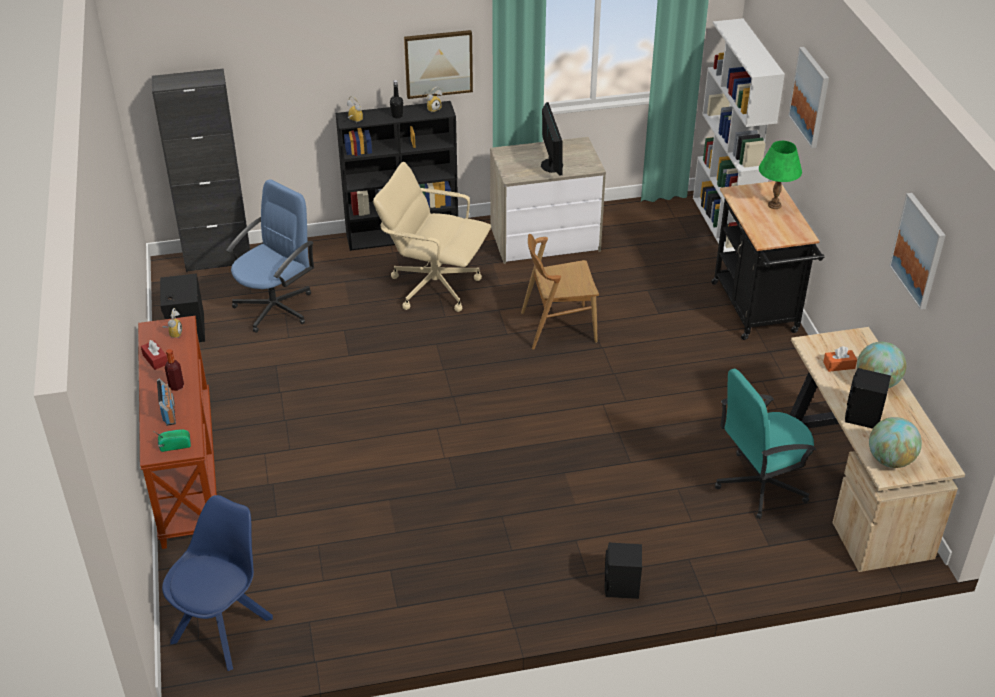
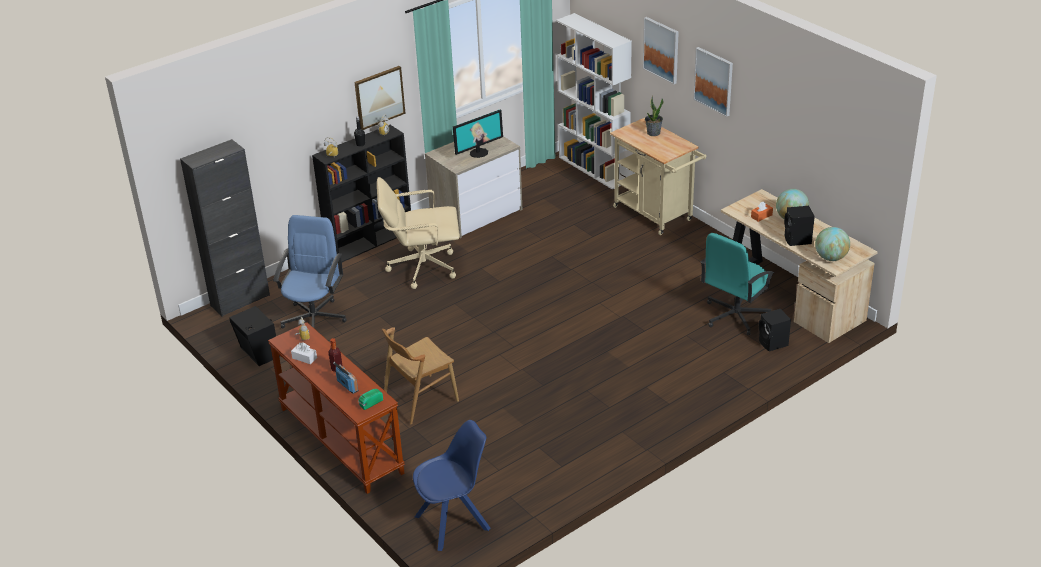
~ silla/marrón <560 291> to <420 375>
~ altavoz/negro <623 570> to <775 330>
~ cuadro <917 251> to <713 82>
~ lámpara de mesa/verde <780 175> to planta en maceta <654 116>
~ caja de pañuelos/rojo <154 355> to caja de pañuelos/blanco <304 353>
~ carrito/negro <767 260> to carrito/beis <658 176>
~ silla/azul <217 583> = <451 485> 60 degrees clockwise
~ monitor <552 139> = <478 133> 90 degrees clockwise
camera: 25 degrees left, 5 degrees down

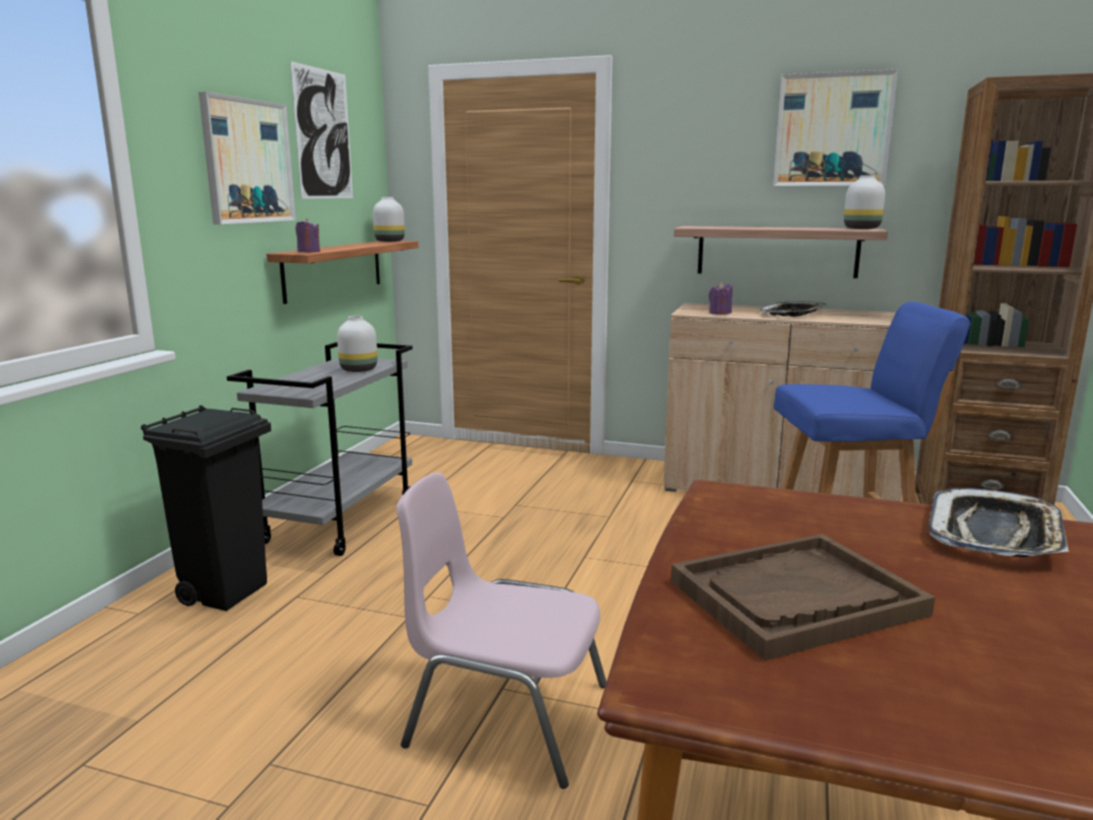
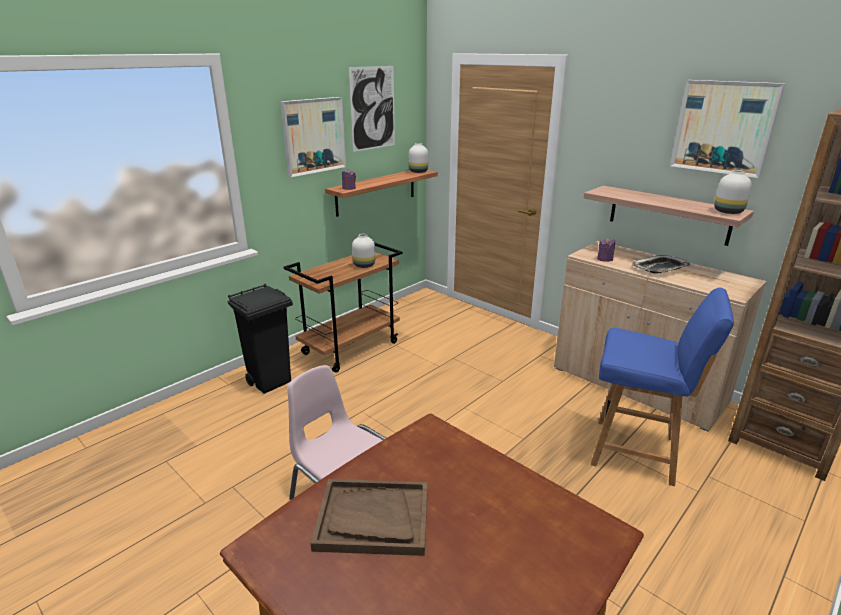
- bandeja <998 522>
~ carrito/gris <320 449> to carrito/marrón <342 307>
camera: 25 degrees right, 10 degrees up

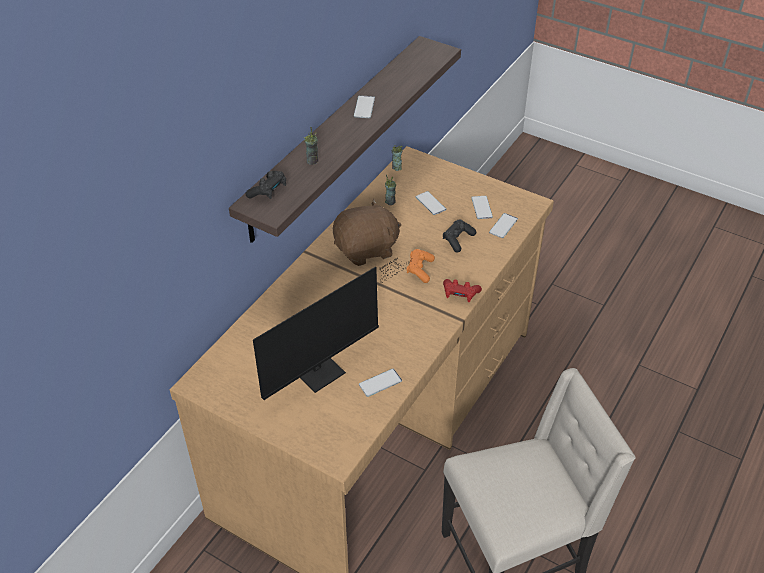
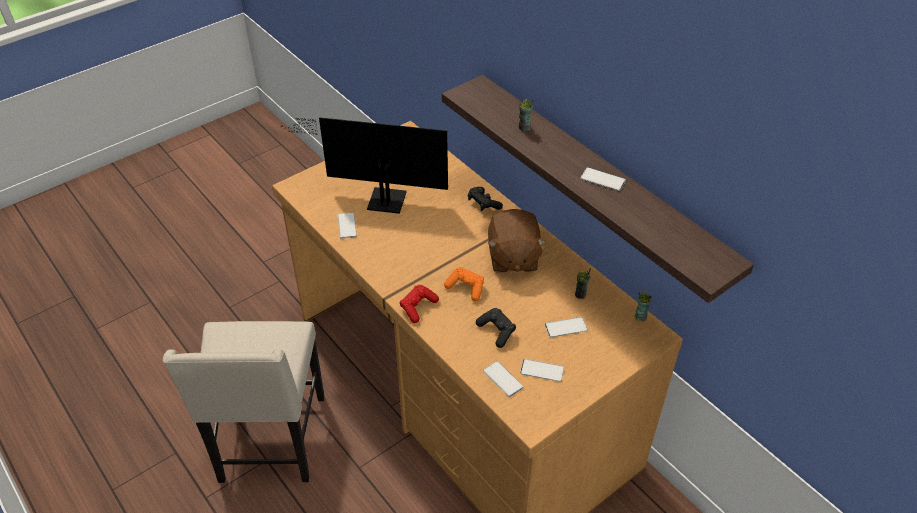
~ mando de consola/negro <266 185> to <485 199>
~ monitor <333 329> = <365 165> 120 degrees clockwise
camera: 110 degrees right, 0 degrees up

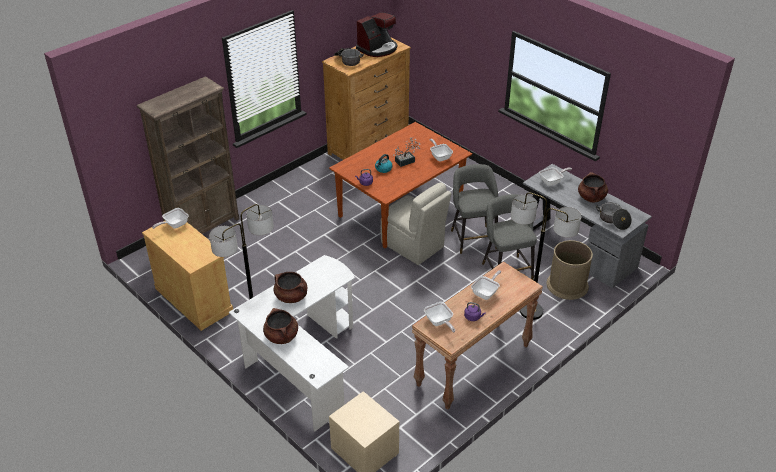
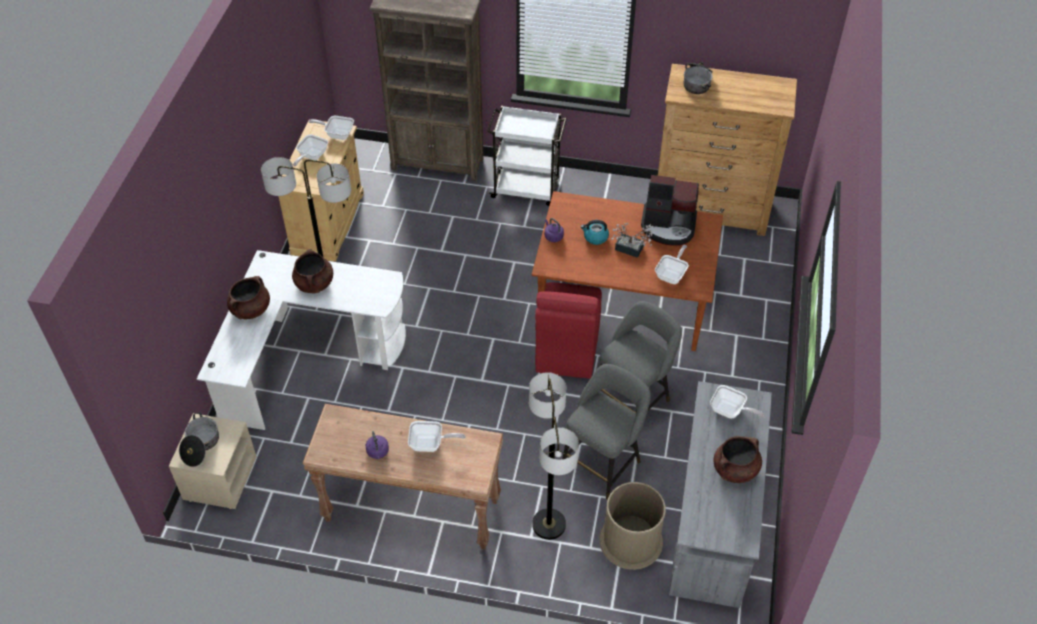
+ carrito/blanco <527 156>
~ cafetera <376 34> to <670 210>
~ sartén <439 317> to <310 150>
~ olla <614 216> to <199 439>
~ silla/beis <416 223> to silla/rojo <568 330>
camera: 55 degrees right, 10 degrees up

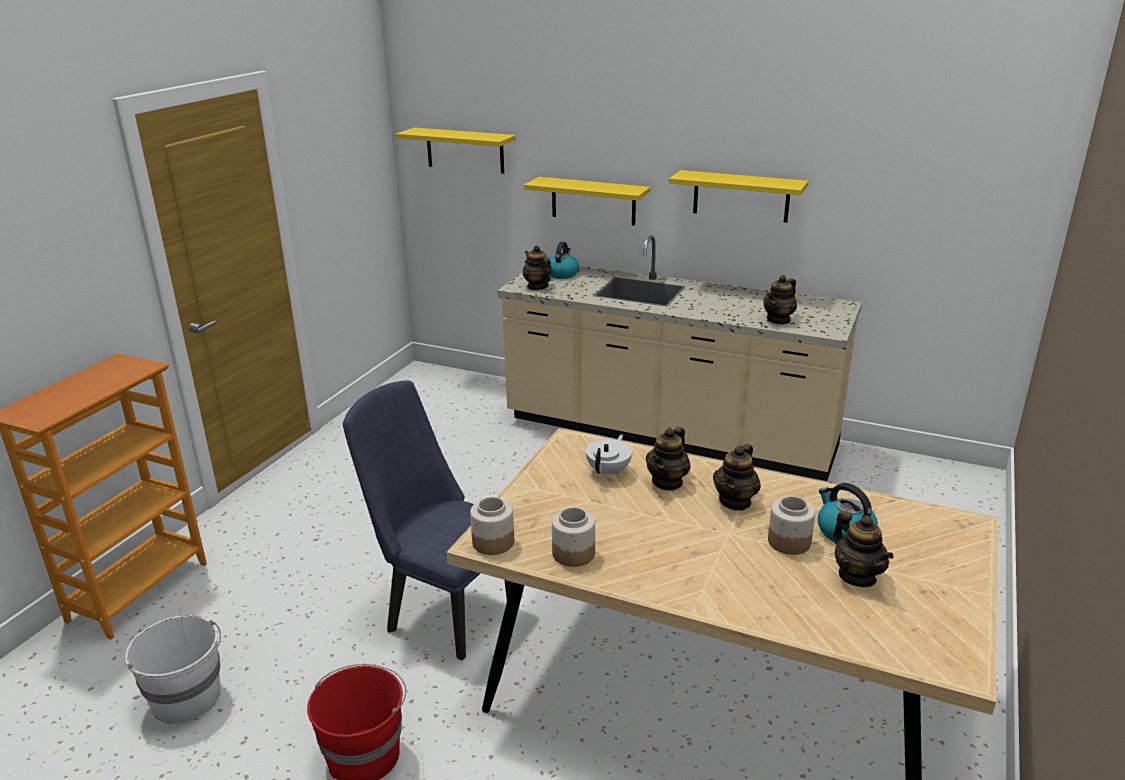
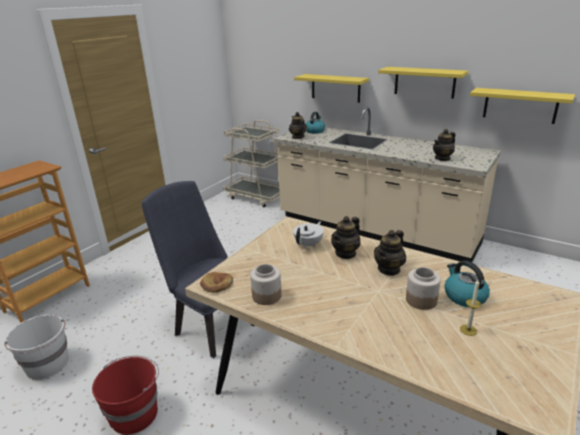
+ carrito/beis <251 164>
~ estante/amarillo <456 151> to <522 106>
~ tarro <492 526> to pan <216 282>
~ tetera <863 549> to vela <470 308>
camera: 10 degrees right, 0 degrees up

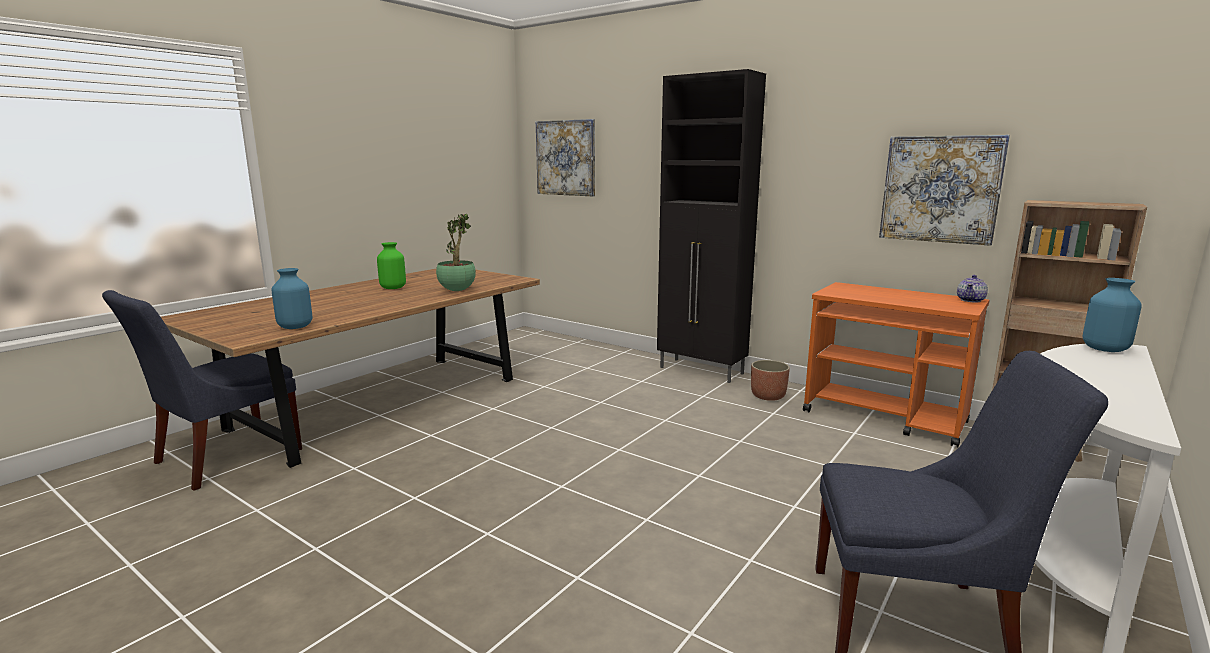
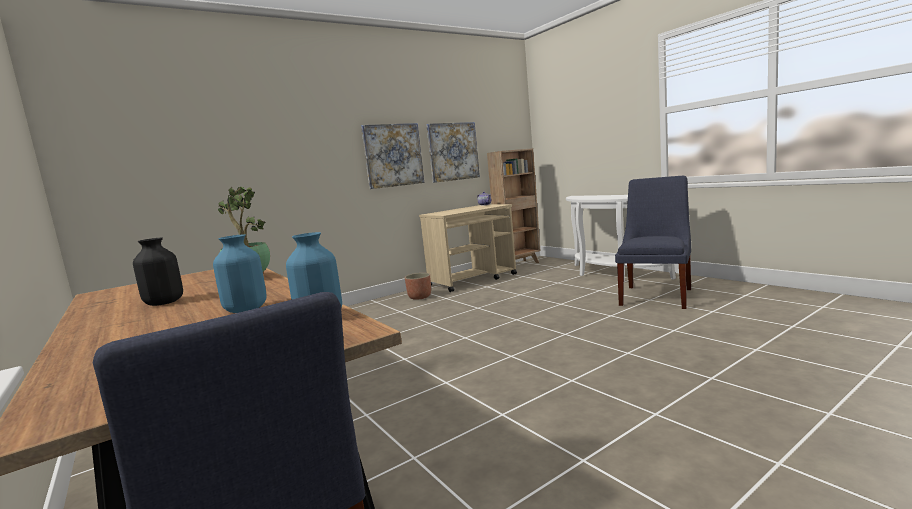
- armario/negro <711 226>
~ cuadro <565 157> to <392 156>
~ florero/azul <1112 315> to <240 273>
~ florero/verde <391 265> to florero/negro <158 272>
~ carrito/naranja <896 364> to carrito/beis <468 248>
camera: 70 degrees left, 5 degrees down

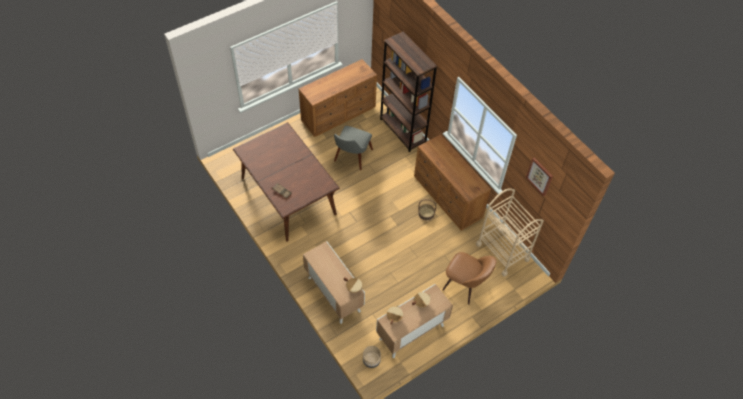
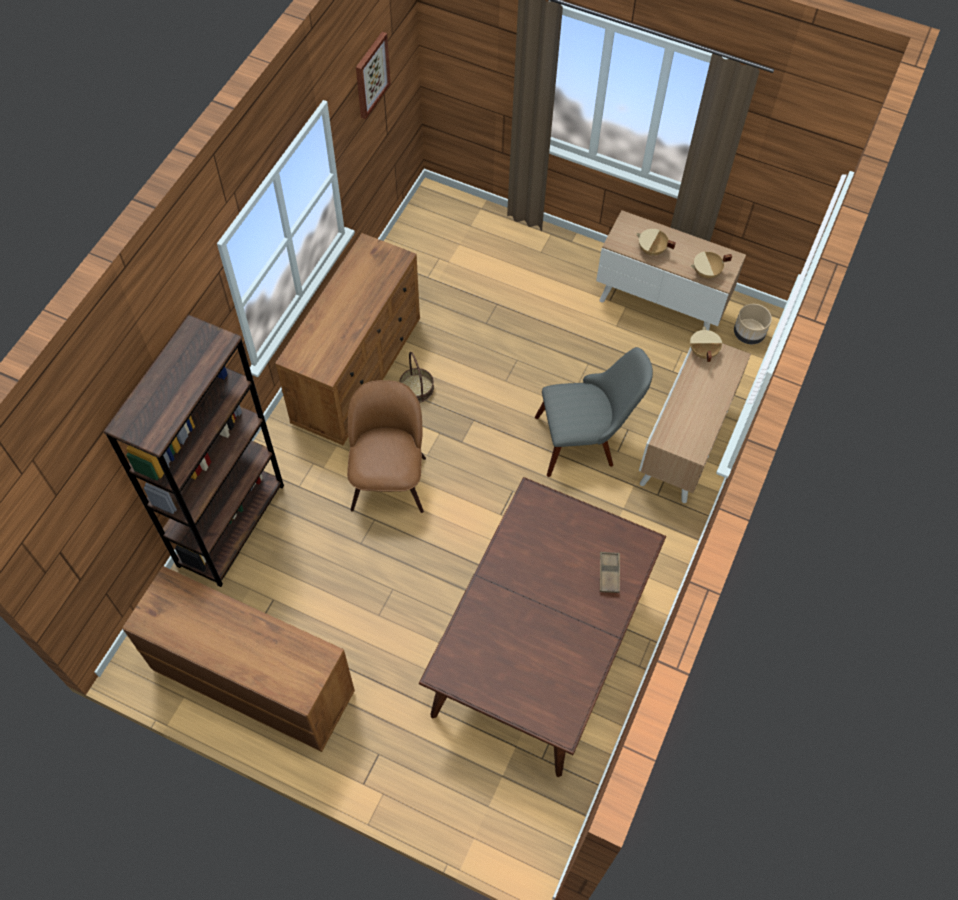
- carrito/beis <510 232>
~ silla/gris <353 148> to <594 412>
~ silla/marrón <469 278> to <386 446>
camera: 120 degrees left, 5 degrees up

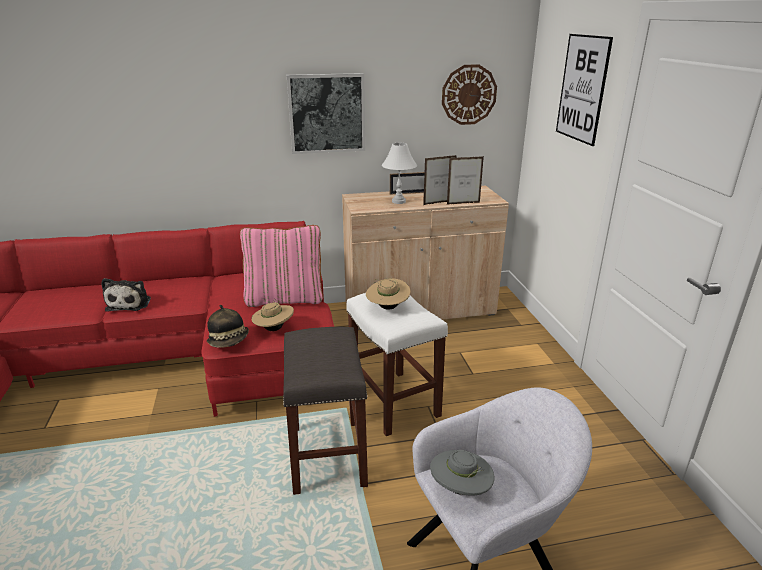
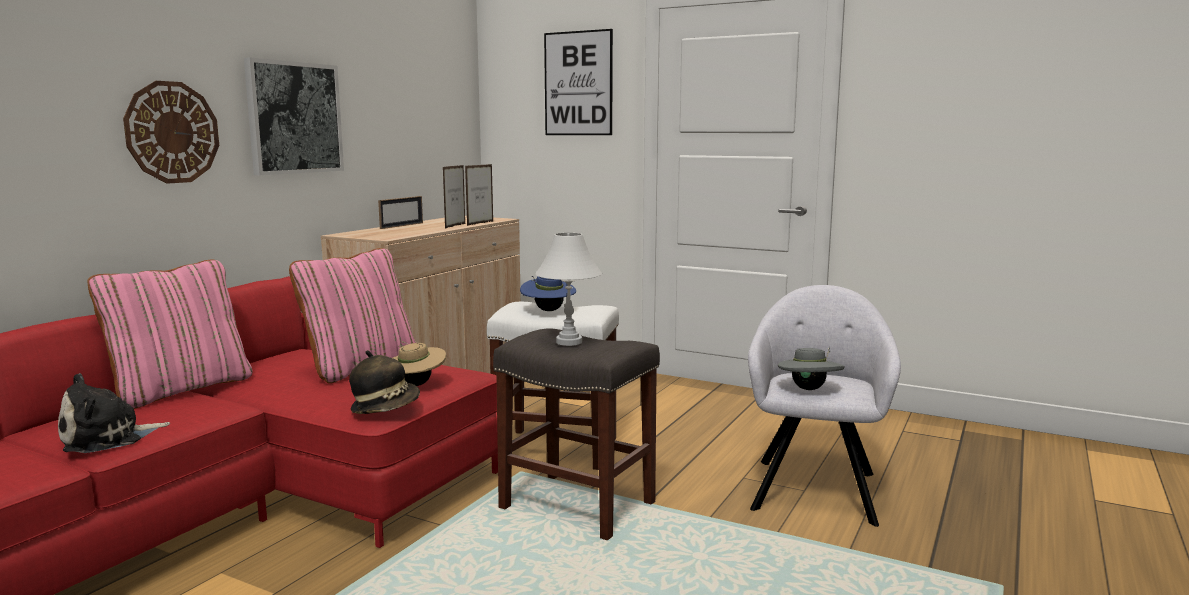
+ cojín/rosa <169 334>
~ lámpara de mesa/blanco <399 173> to <568 289>
~ reloj de pared <469 94> to <171 132>
~ sombrero/beis <388 294> to sombrero/azul <548 293>
~ peluche <126 295> = <114 413> 105 degrees clockwise
camera: 50 degrees left, 15 degrees down

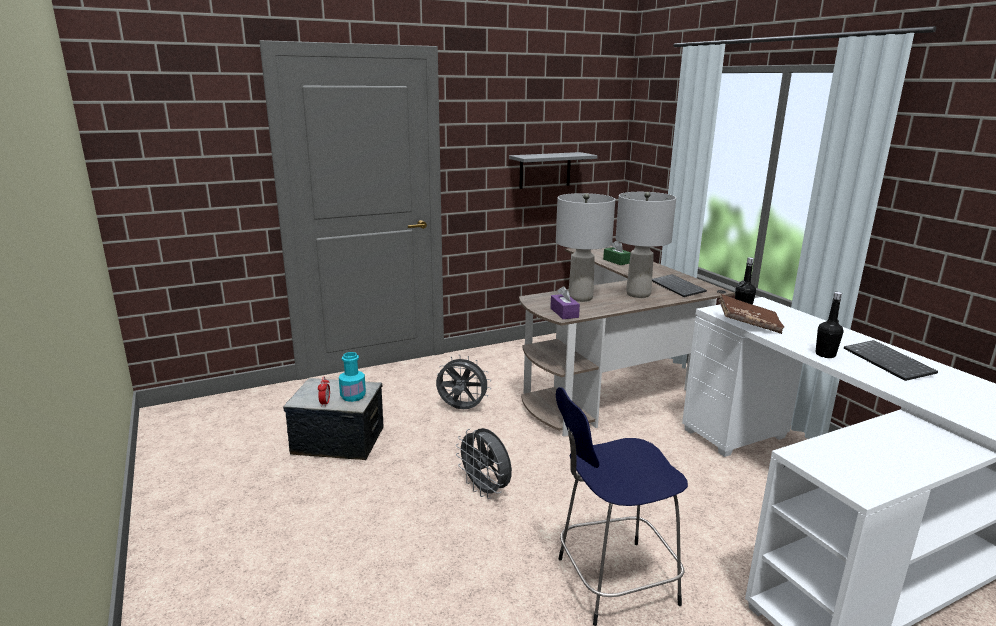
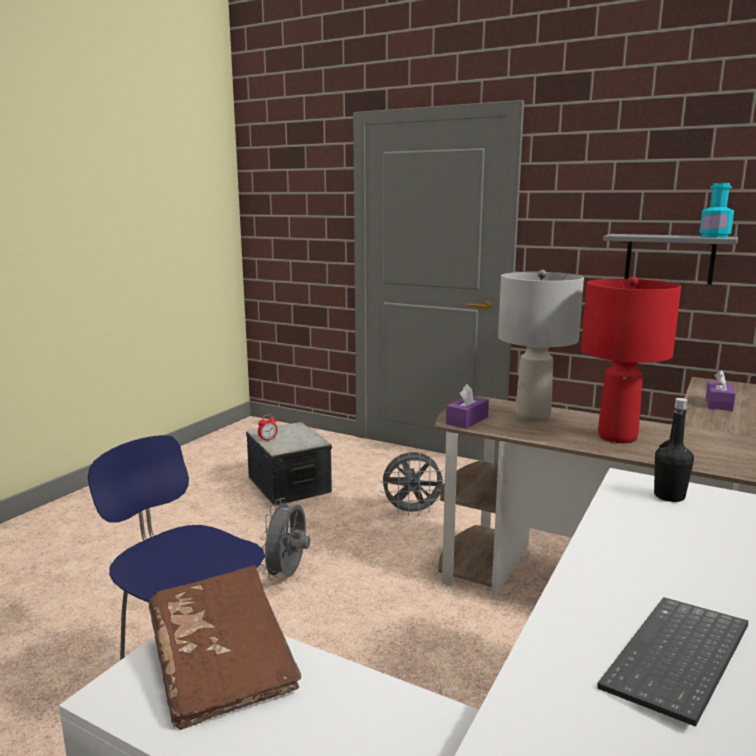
- teclado <679 285>
- botella/negro <829 325>
~ botella/turquesa <352 377> to <716 210>
~ libro/marrón <751 314> to <225 647>
~ caja de pañuelos/verde <617 252> to caja de pañuelos/morado <721 390>
~ lámpara de mesa/gris <646 245> to lámpara de mesa/rojo <631 360>
~ ventilador/gris <463 382> = <412 484> 105 degrees clockwise
camera: 55 degrees right, 5 degrees down

